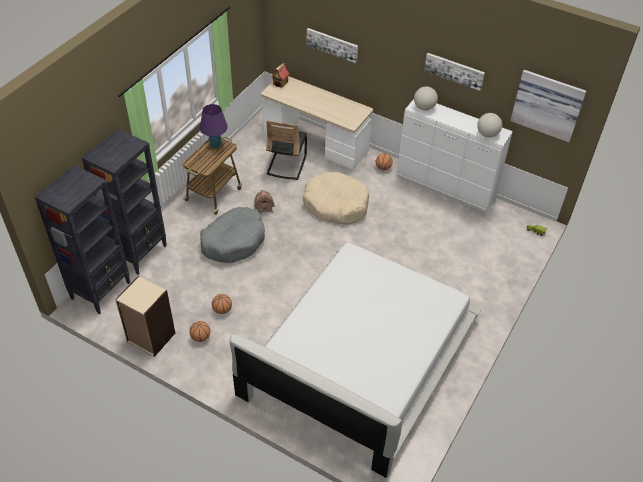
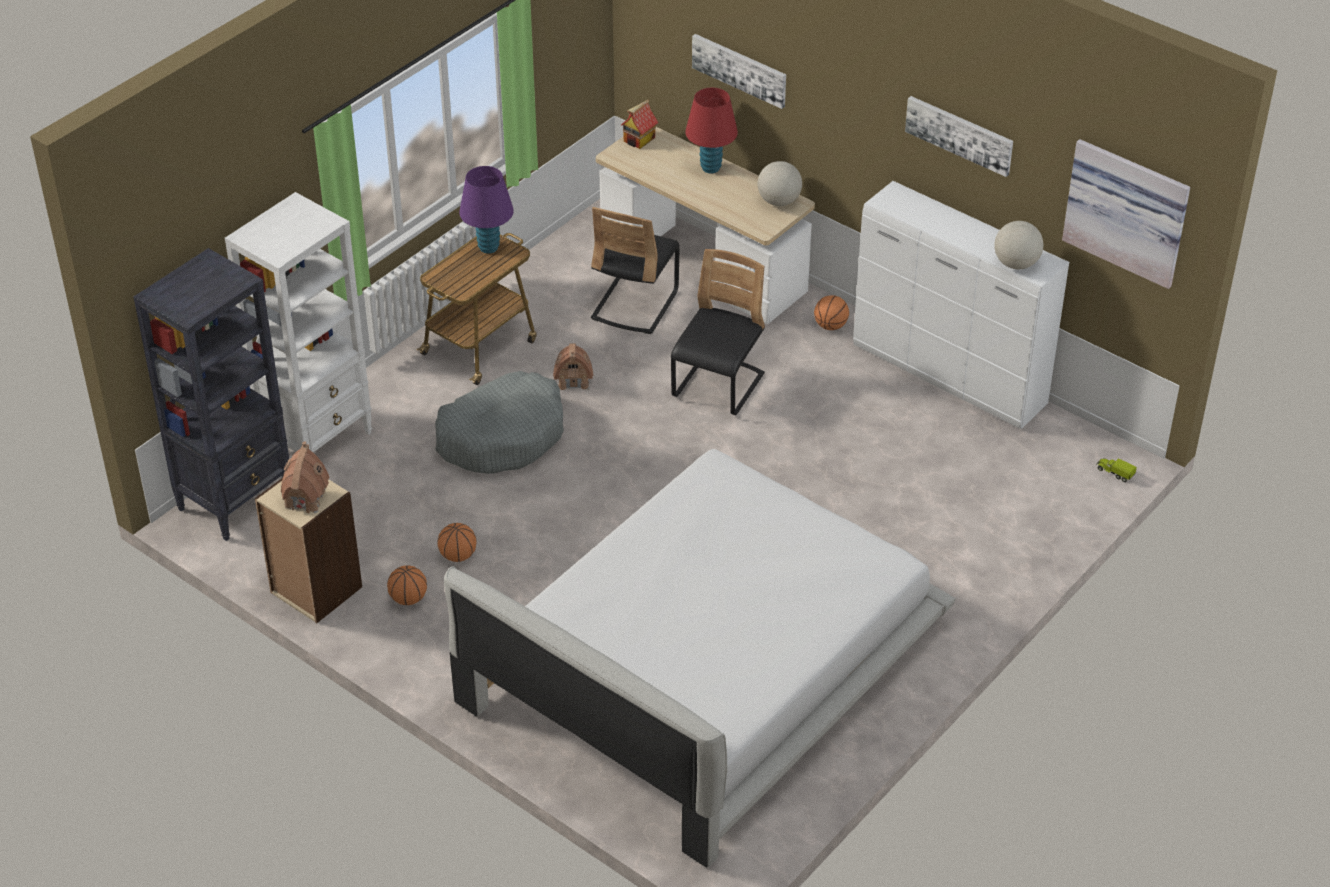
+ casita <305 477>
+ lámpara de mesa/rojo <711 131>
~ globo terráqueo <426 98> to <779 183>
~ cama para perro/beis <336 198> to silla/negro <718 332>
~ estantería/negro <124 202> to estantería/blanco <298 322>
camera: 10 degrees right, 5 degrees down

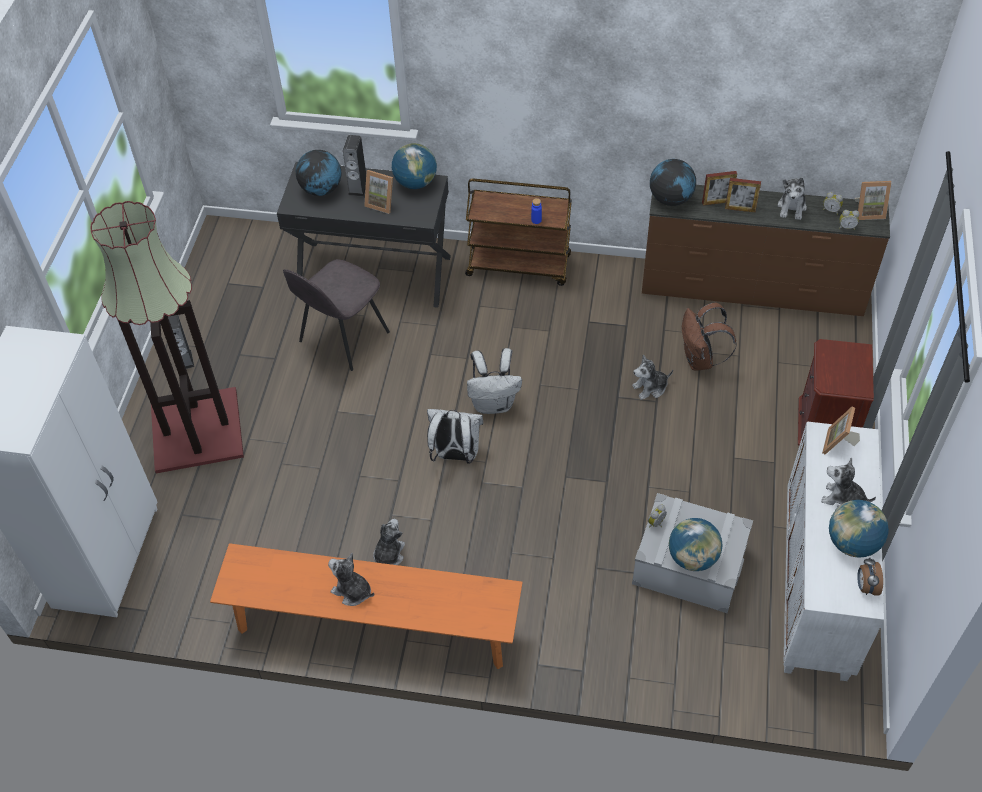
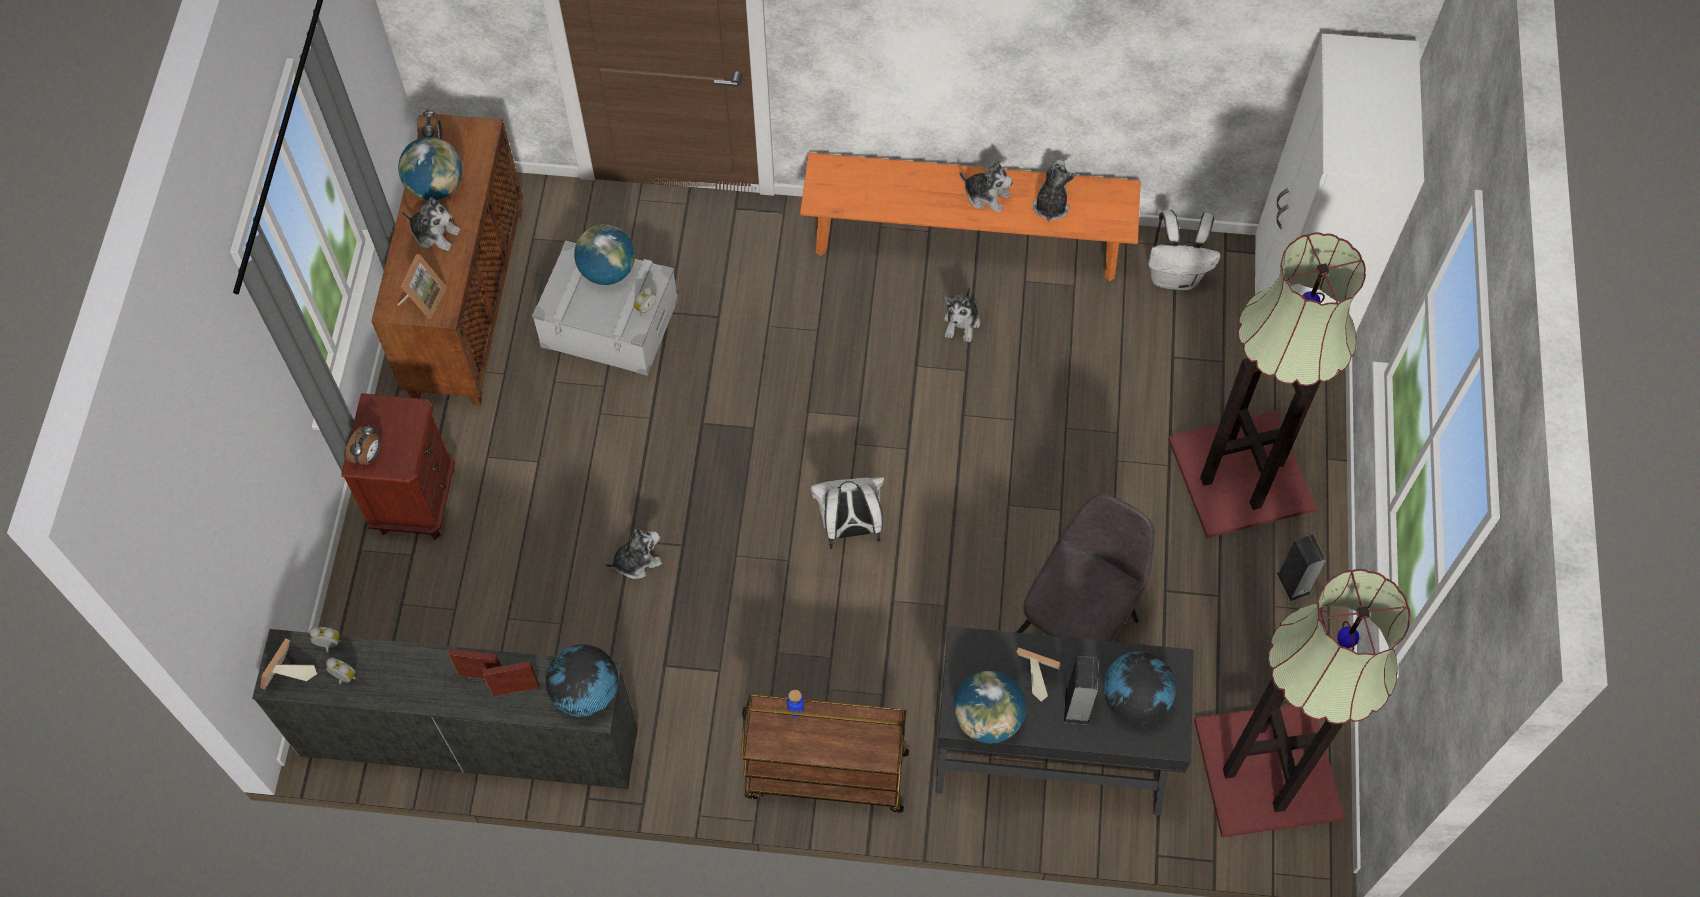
- mochila/marrón <709 336>
+ despertador <363 445>
+ lámpara de pie <1302 703>
~ mochila/blanco <455 436> to <1184 250>
~ peluche <792 198> to <1054 191>
~ armario/blanco <833 551> to armario/marrón <447 260>
~ portarretratos <873 200> = <288 664> 60 degrees counterclockwise
camera: 175 degrees right, 10 degrees up

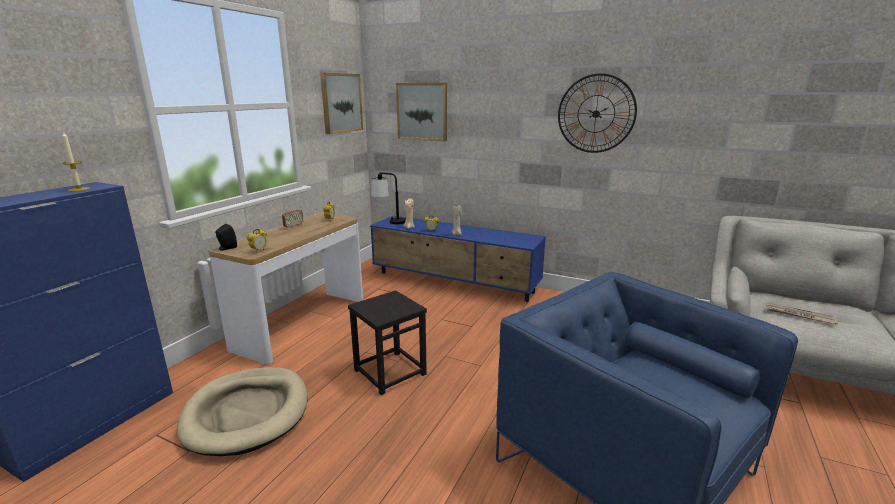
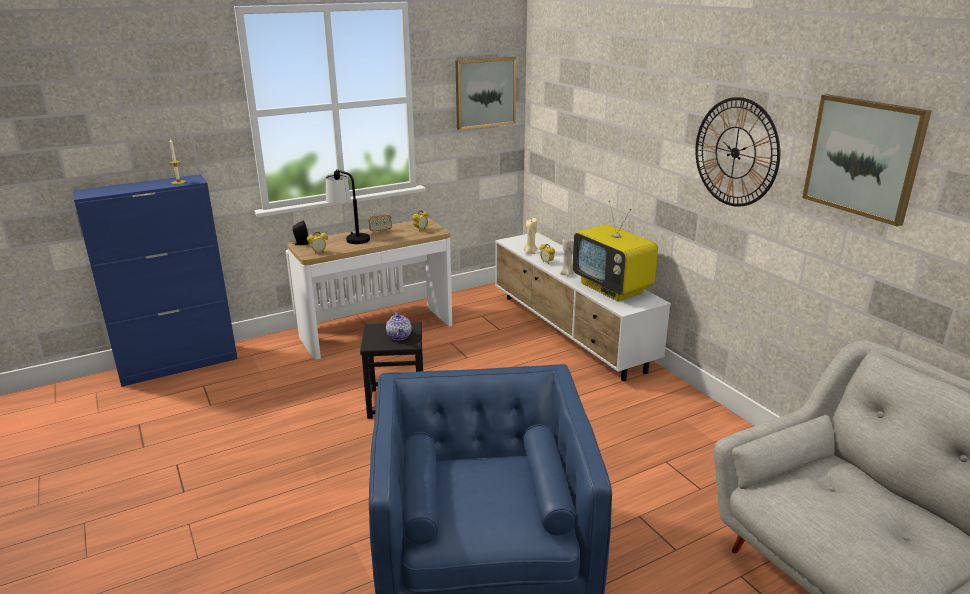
- cama para perro/beis <242 411>
- periódico <802 314>
+ tetera <399 326>
+ televisor <615 250>
~ lámpara de mesa <388 198> to <348 206>
~ cuadro <421 112> to <866 160>
~ mueble de televisión/azul <458 259> to mueble de televisión/blanco <583 306>
camera: 35 degrees right, 5 degrees up

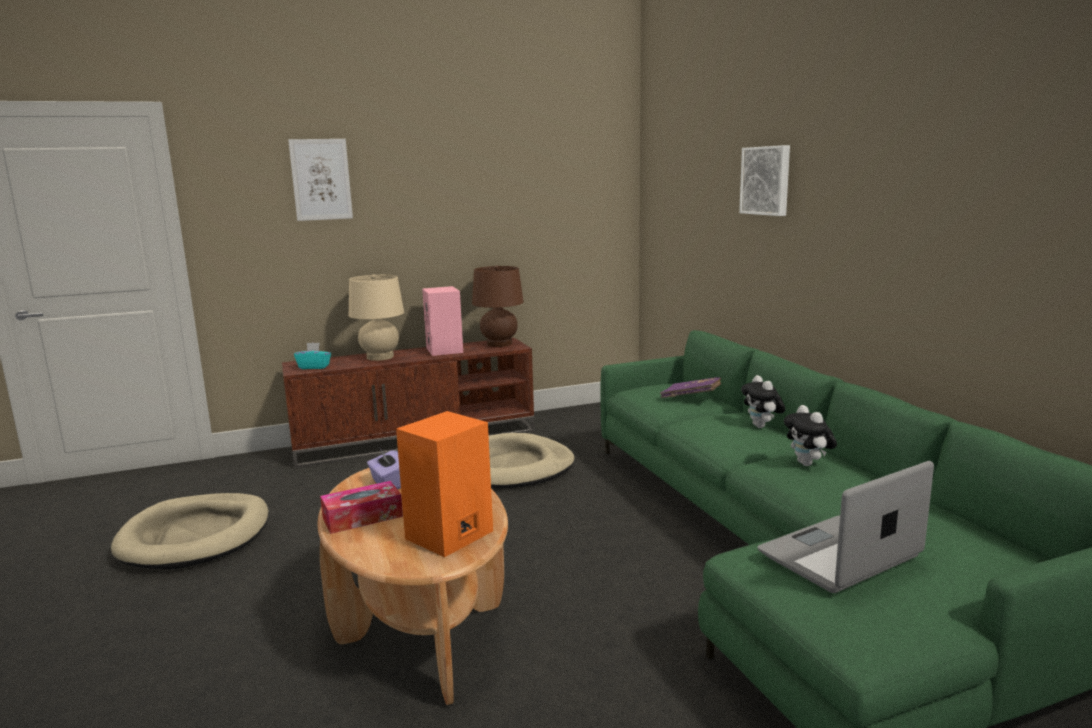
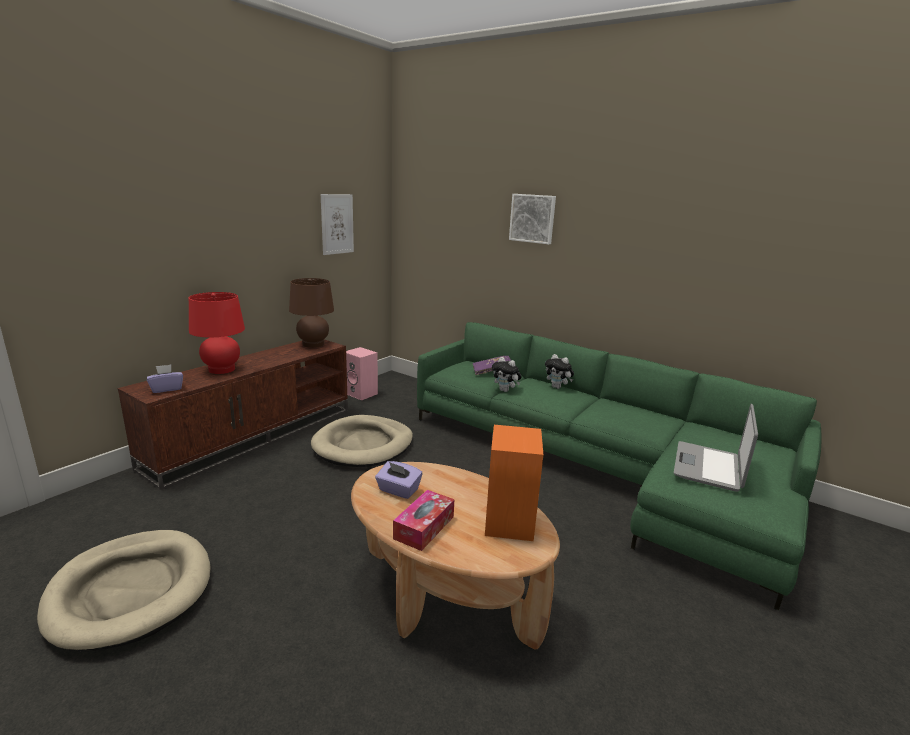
~ cuadro <320 180> to <337 224>
~ altavoz/rosa <442 321> to <362 373>
~ peluche <810 435> to <507 374>
~ caja de pañuelos/turquesa <312 356> to caja de pañuelos/morado <165 379>
~ lámpara de mesa/beis <376 317> to lámpara de mesa/rojo <217 333>
camera: 35 degrees left, 5 degrees up

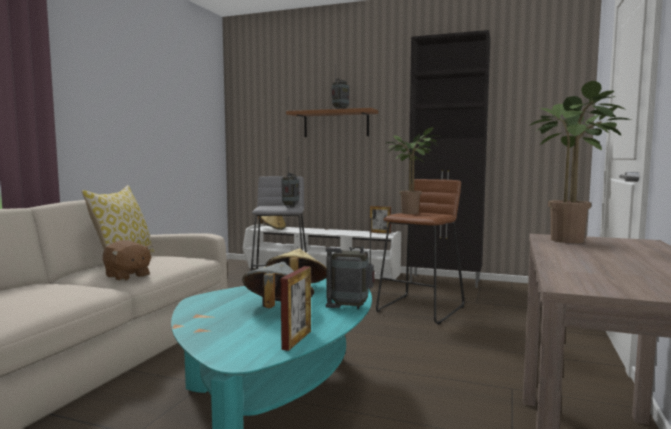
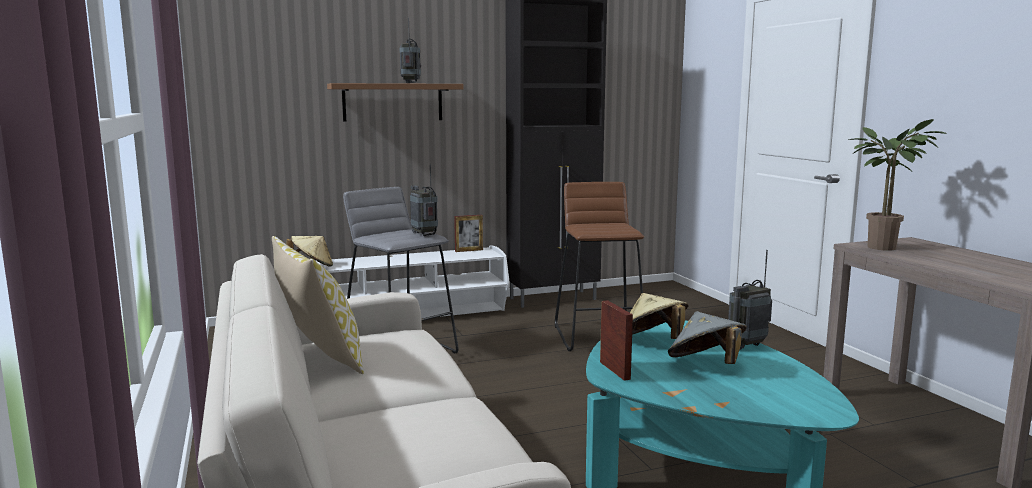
- peluche/marrón <127 260>
- planta en maceta <414 170>
~ portarretratos <296 308> to <616 340>
camera: 40 degrees left, 5 degrees up

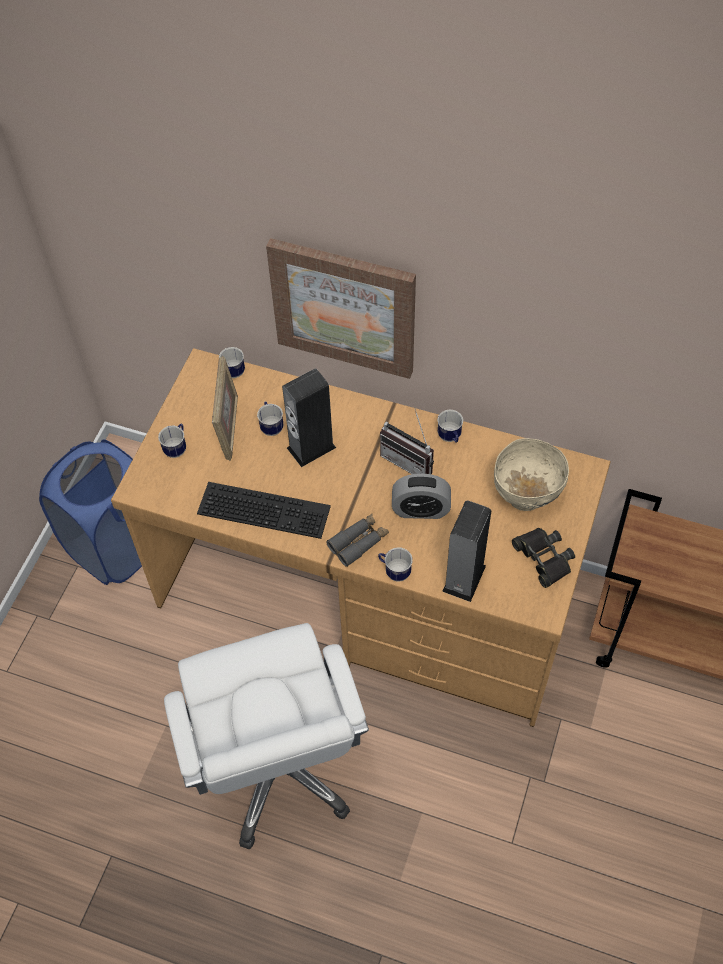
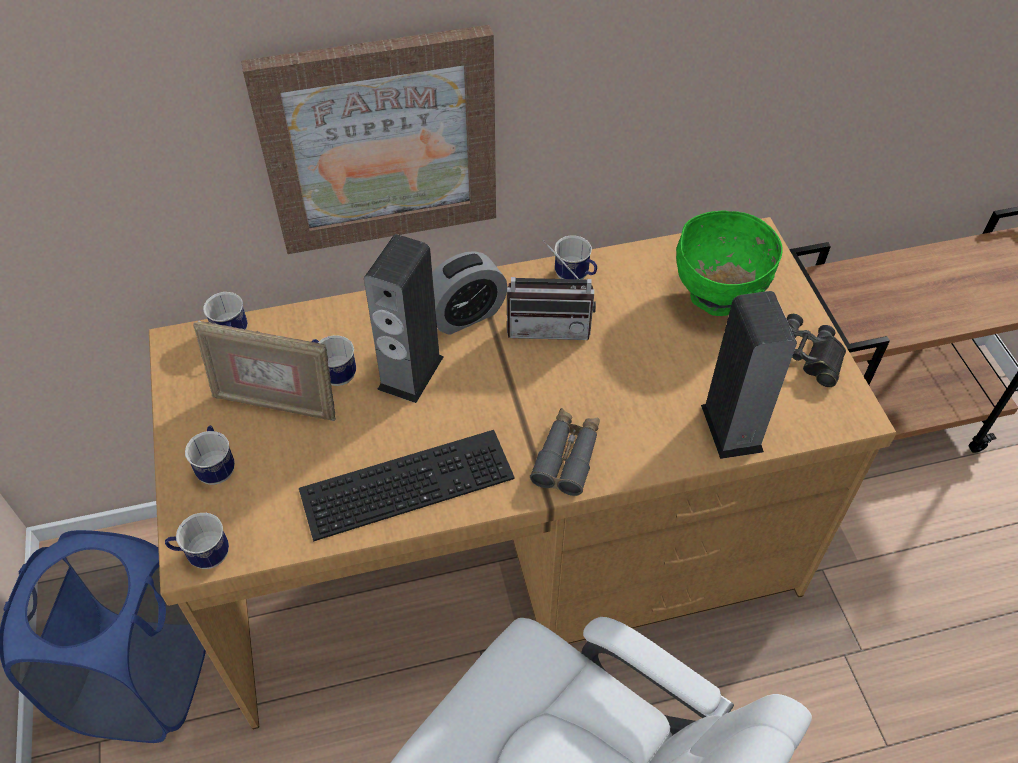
~ taza grande <395 564> to <197 541>
~ despertador <421 496> to <470 293>
~ cuenco/beis <531 474> to cuenco/verde <729 263>
~ portarretratos <225 408> = <264 371> 135 degrees clockwise
camera: 35 degrees left, 5 degrees down

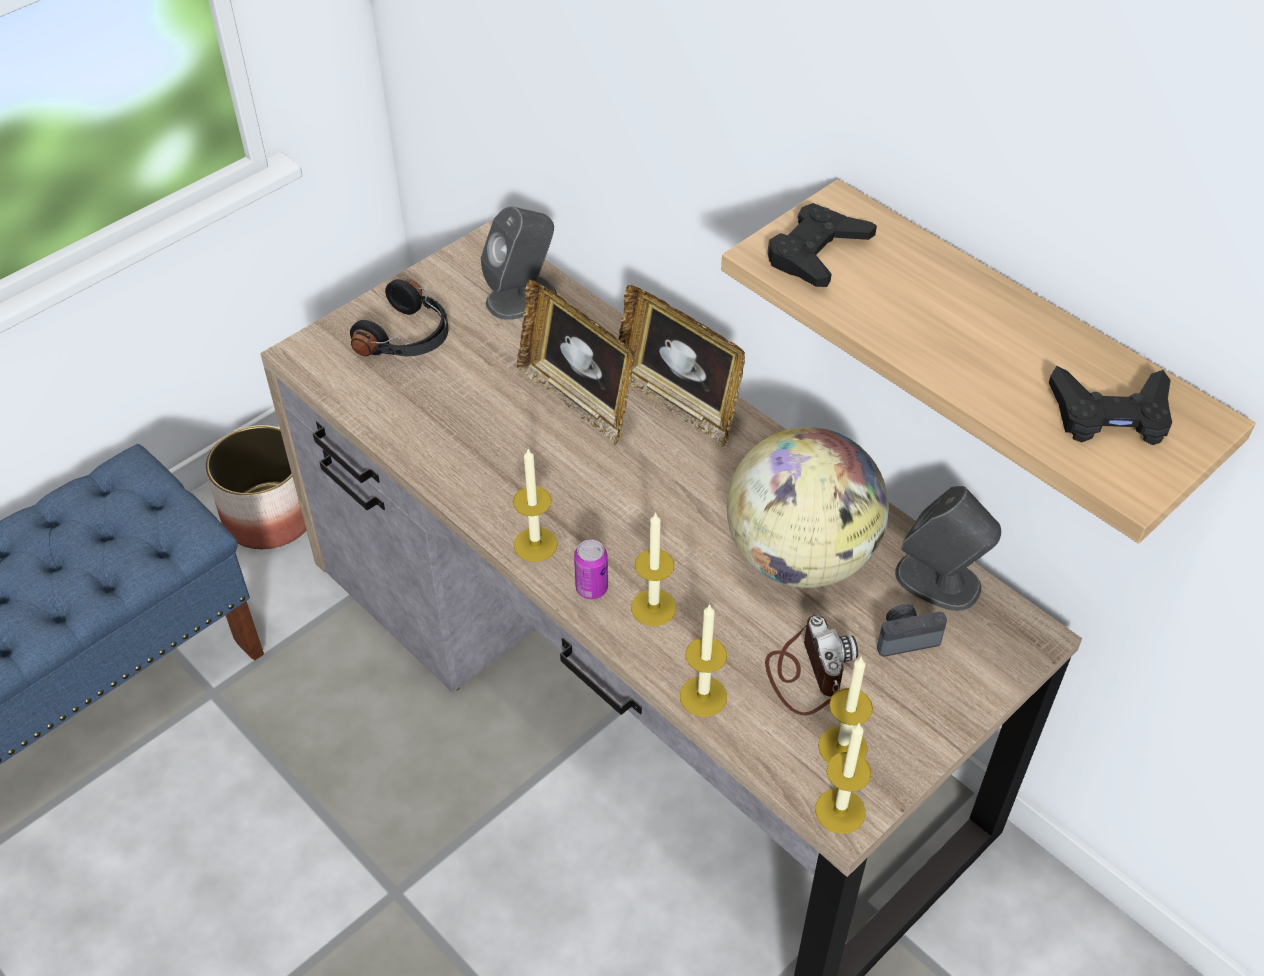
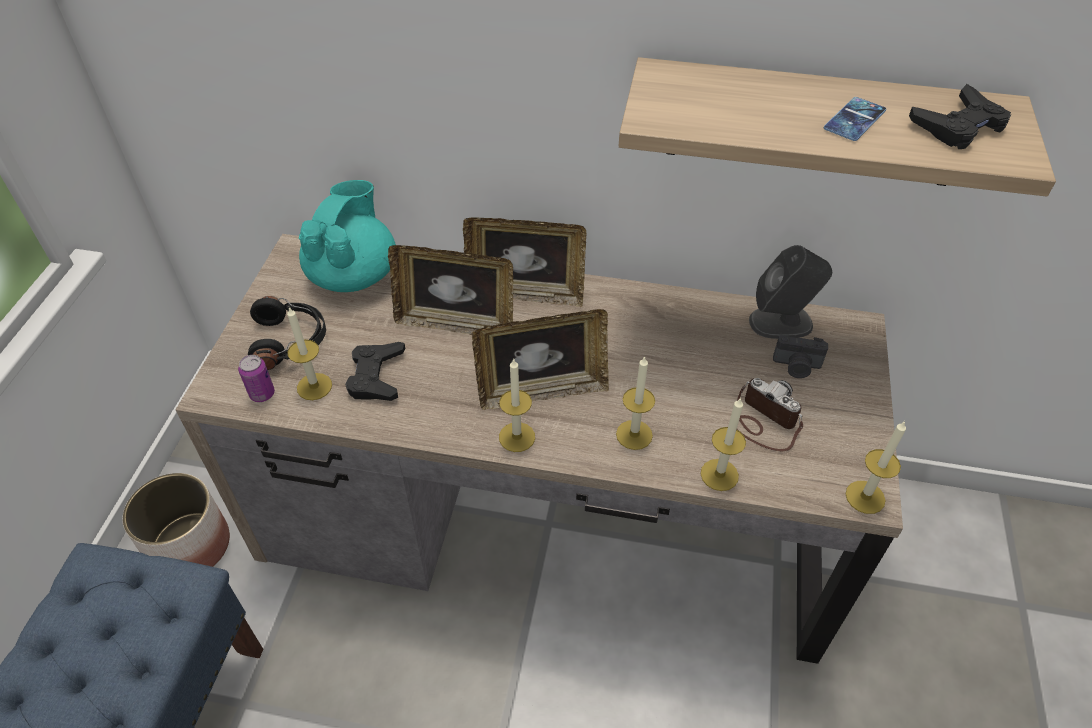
- globo terráqueo <808 507>
+ portarretratos <540 359>
+ móvil <855 119>
~ lata <591 569> to <256 378>
~ mando de consola/negro <822 245> to <375 371>
~ vela <845 709> to <309 353>
~ altavoz/gris <519 263> to tetera/turquesa <347 236>
~ cámara <912 630> = <800 356> 120 degrees counterclockwise
camera: 35 degrees left, 0 degrees up

